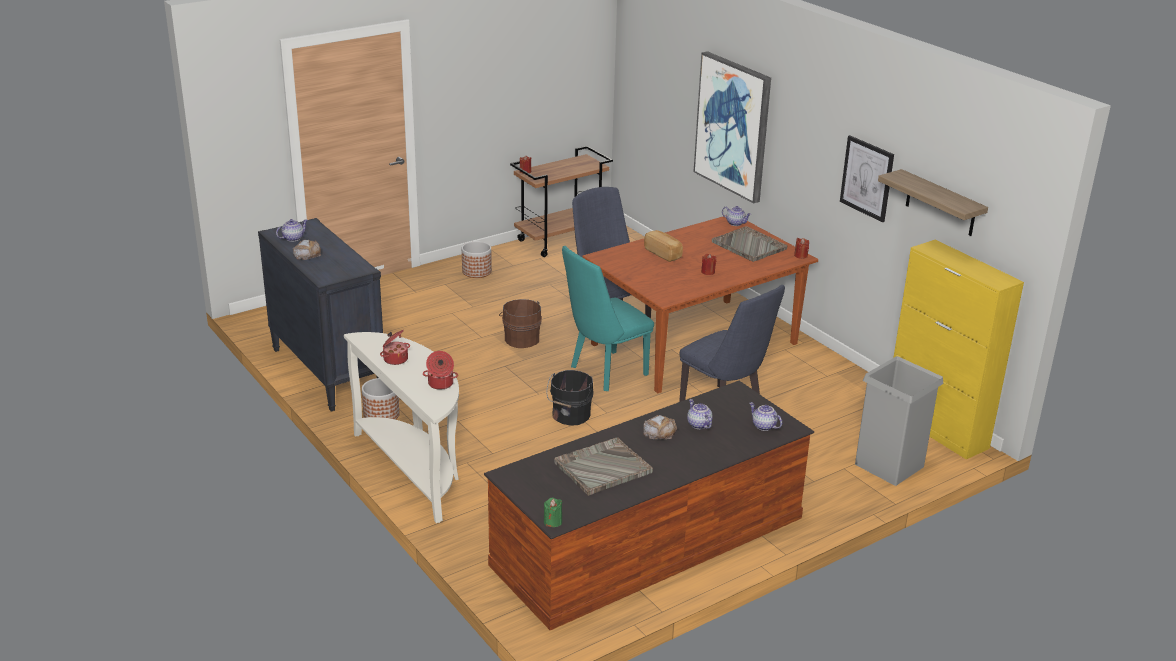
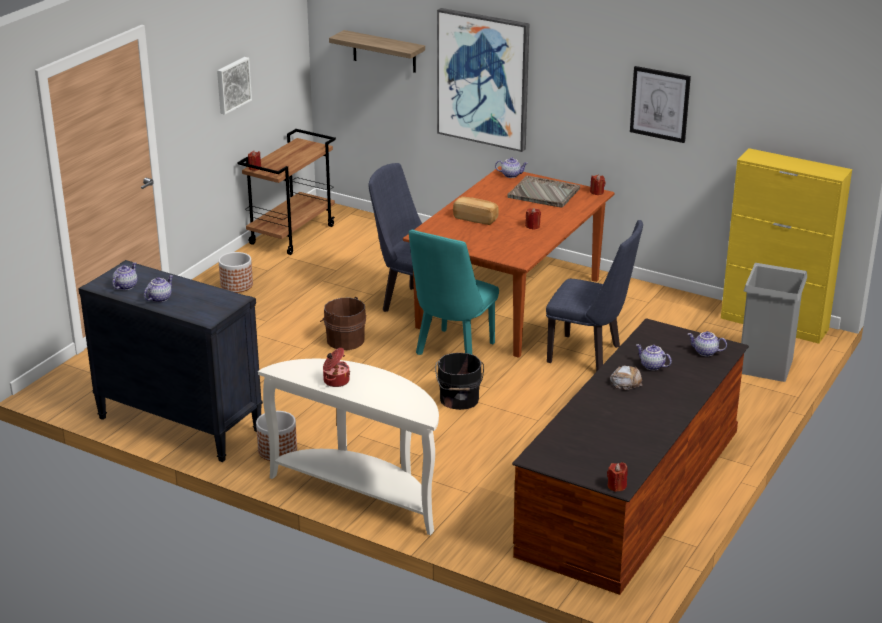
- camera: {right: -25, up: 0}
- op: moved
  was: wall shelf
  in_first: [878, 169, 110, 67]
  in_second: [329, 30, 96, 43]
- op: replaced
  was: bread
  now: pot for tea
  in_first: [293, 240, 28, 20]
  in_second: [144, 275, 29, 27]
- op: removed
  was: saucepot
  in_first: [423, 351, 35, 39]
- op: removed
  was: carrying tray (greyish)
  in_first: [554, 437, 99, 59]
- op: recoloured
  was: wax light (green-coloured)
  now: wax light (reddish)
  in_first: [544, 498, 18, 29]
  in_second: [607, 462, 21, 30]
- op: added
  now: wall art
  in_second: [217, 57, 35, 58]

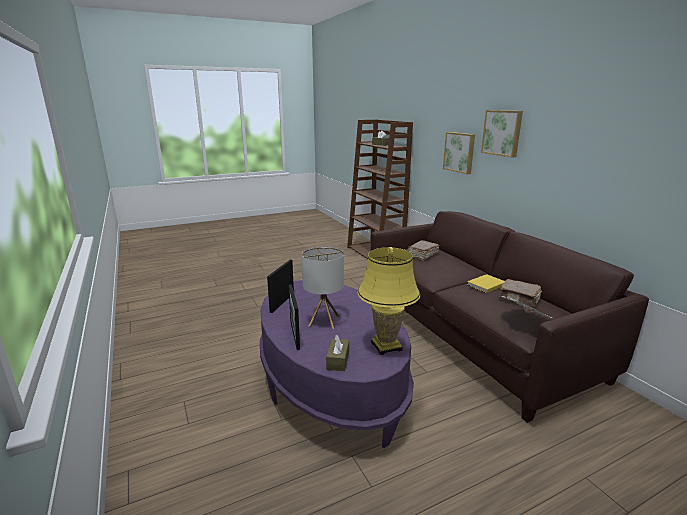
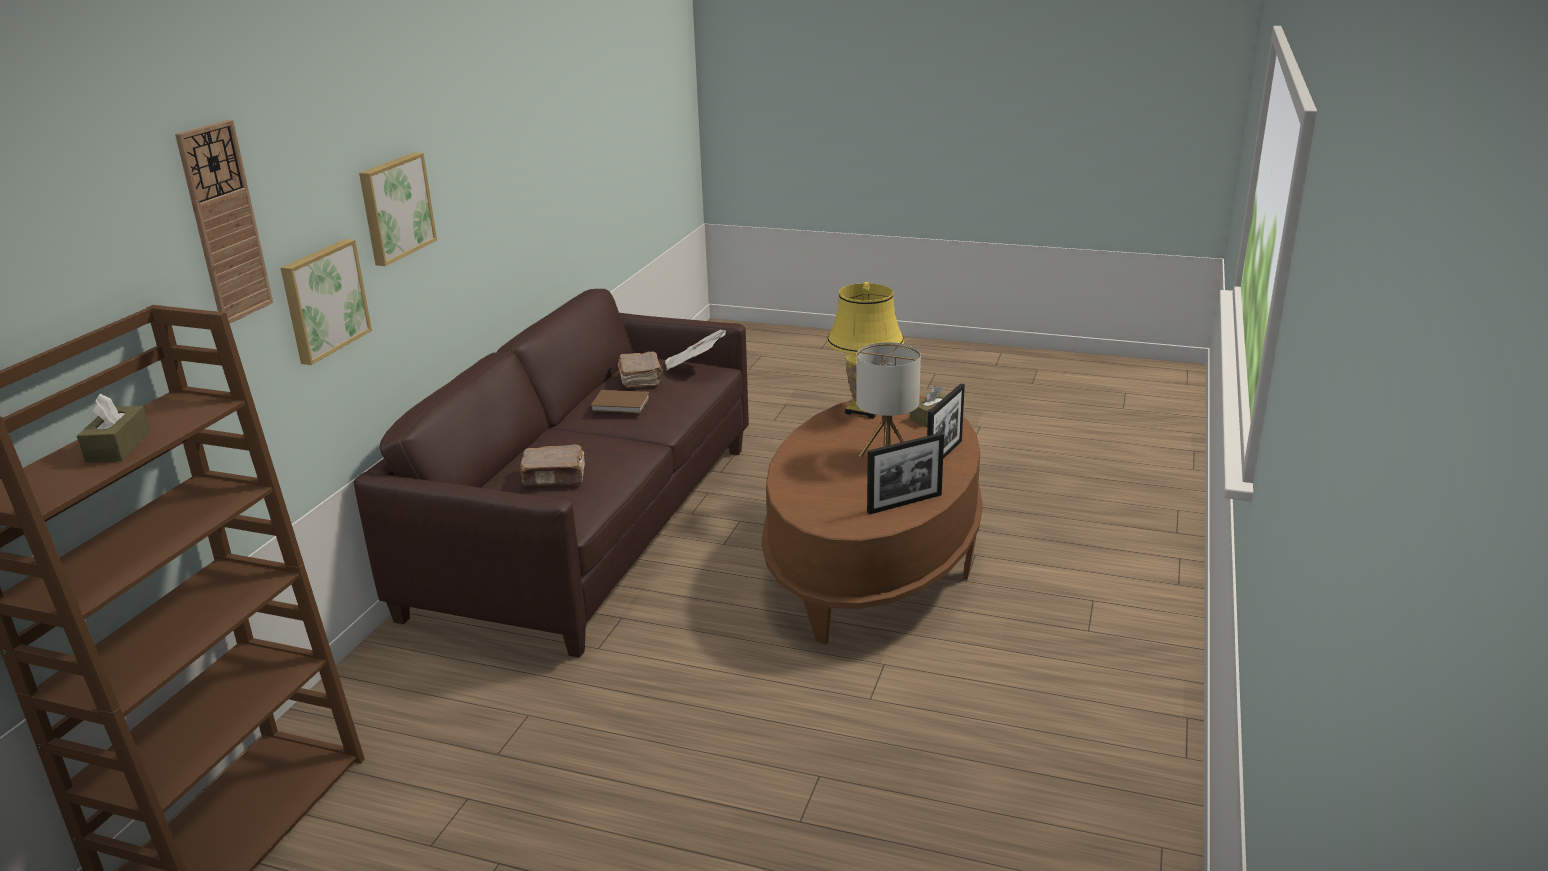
- camera: {right: -135, up: 5}
- op: recoloured
  was: book (yellow)
  now: book (brownish)
  in_first: [467, 274, 38, 19]
  in_second: [591, 390, 59, 23]
- op: recoloured
  was: low table (purplish)
  now: low table (brownish)
  in_first: [260, 280, 154, 168]
  in_second: [762, 396, 221, 249]
- op: added
  now: wall clock
  in_second: [175, 120, 98, 204]

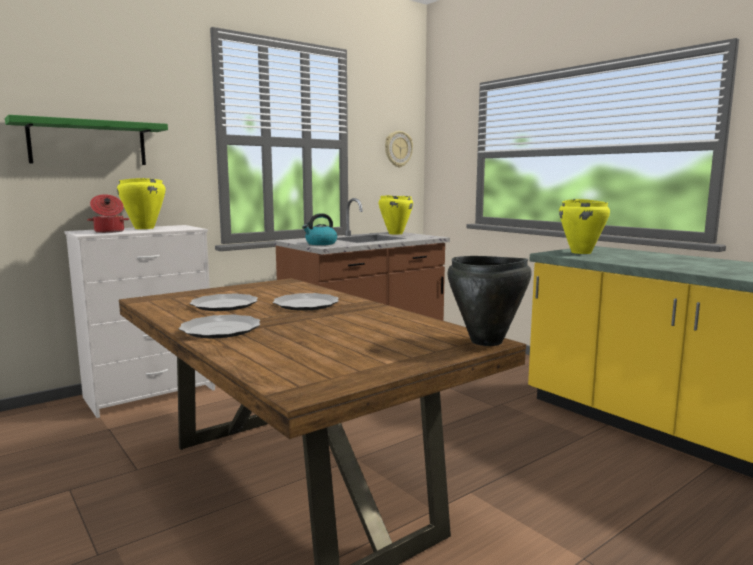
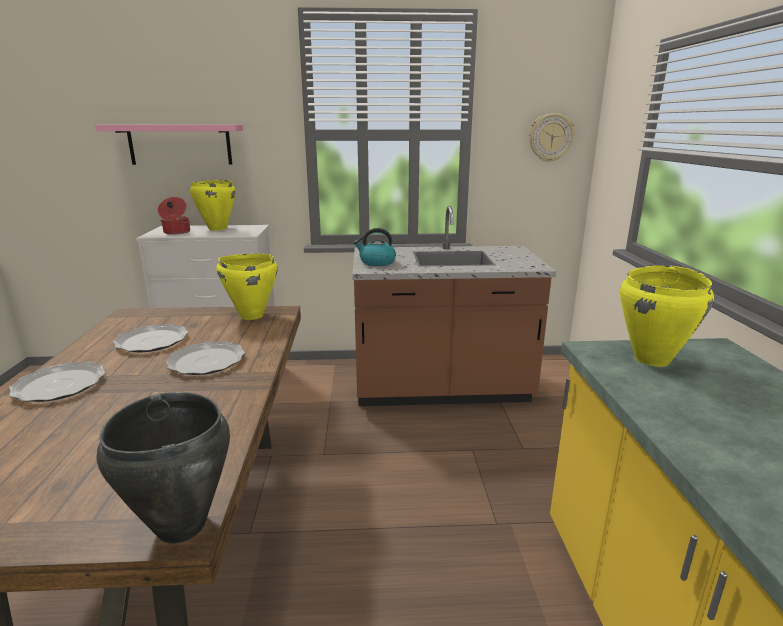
- camera: {right: 35, up: 10}
- op: recoloured
  was: wall shelf (green-coloured)
  now: wall shelf (pink)
  in_first: [5, 115, 163, 50]
  in_second: [95, 125, 148, 40]
- op: moved
  was: saucepot (yellow)
  in_first: [379, 195, 34, 39]
  in_second: [216, 254, 62, 66]

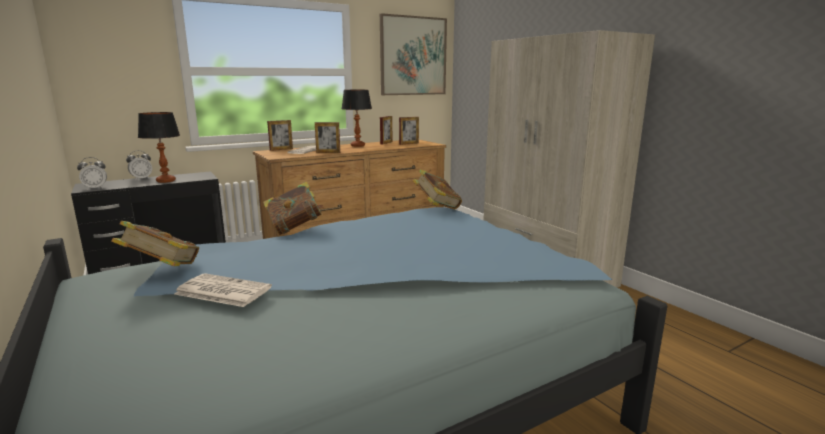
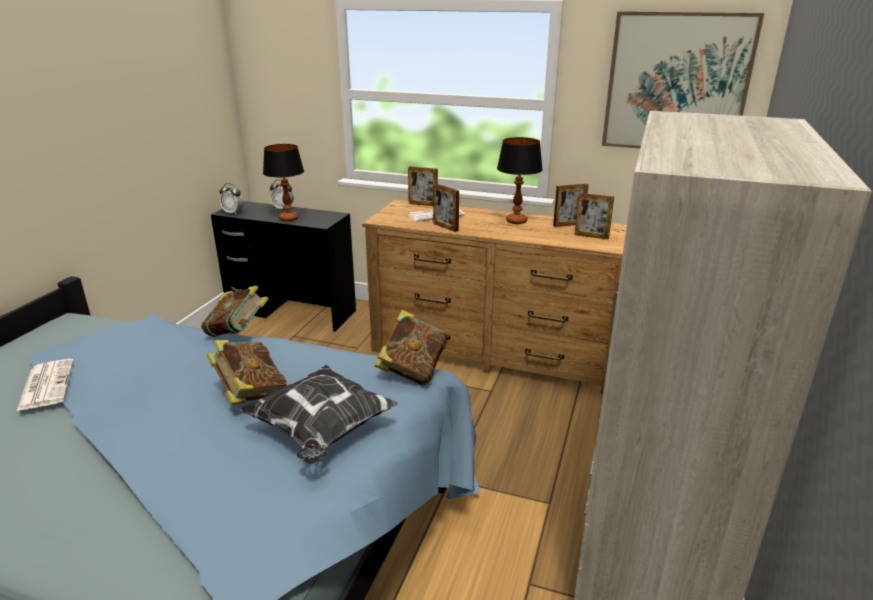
- camera: {right: 50, up: 10}
- op: moved
  was: book
  in_first: [111, 221, 88, 45]
  in_second: [206, 340, 81, 65]
- op: added
  now: throw pillow
  in_second: [240, 365, 158, 99]

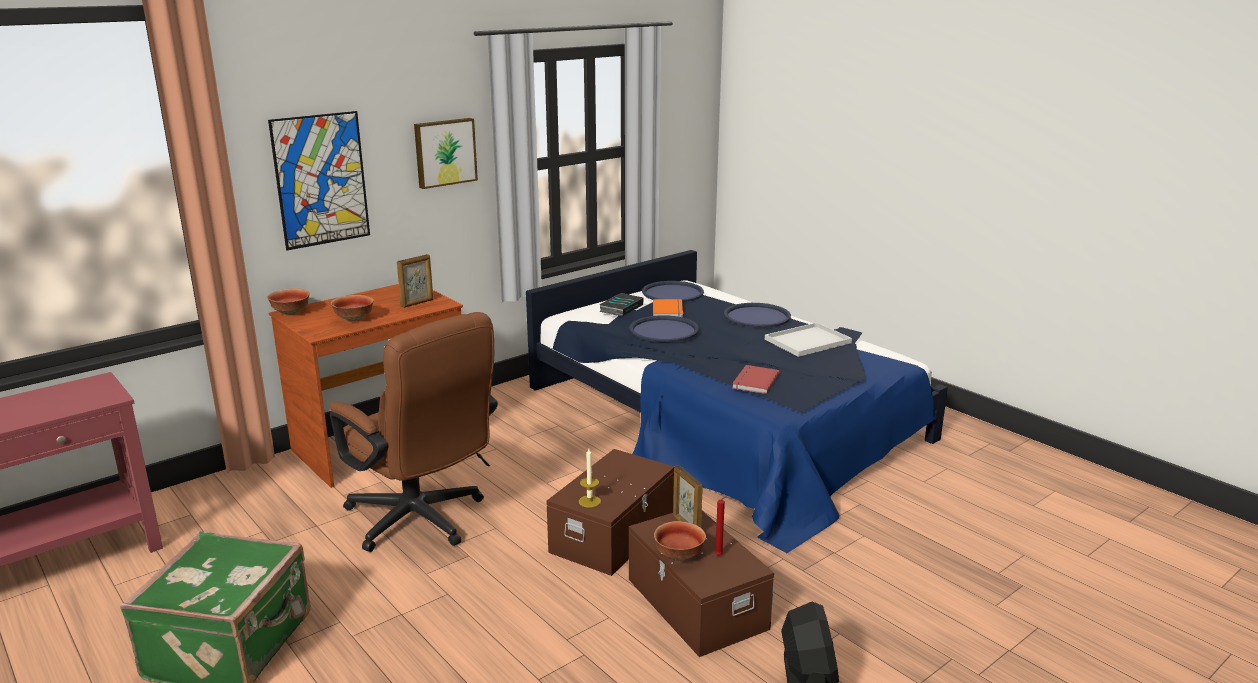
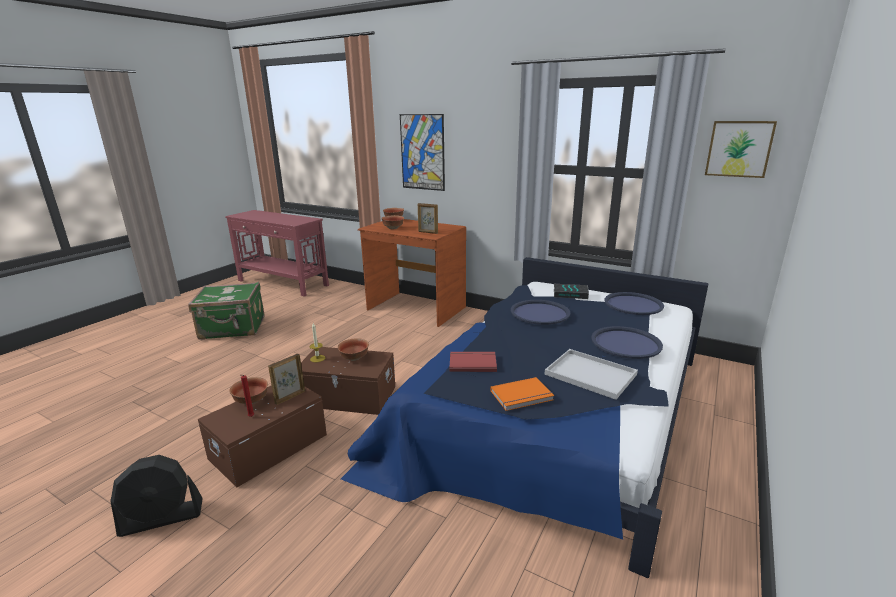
- camera: {right: 70, up: 0}
- op: moved
  was: wall art
  in_first: [414, 118, 64, 71]
  in_second: [705, 121, 72, 57]
- op: moved
  was: book (orange)
  in_first: [653, 299, 30, 19]
  in_second: [490, 377, 64, 34]
- op: removed
  was: computer chair (brownish)
  in_first: [330, 312, 168, 240]
- op: added
  now: deep dish
  in_second: [338, 338, 31, 23]

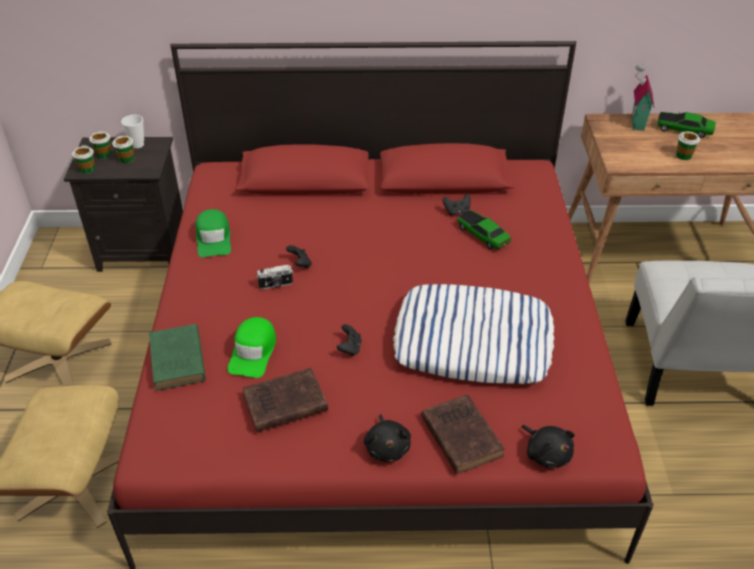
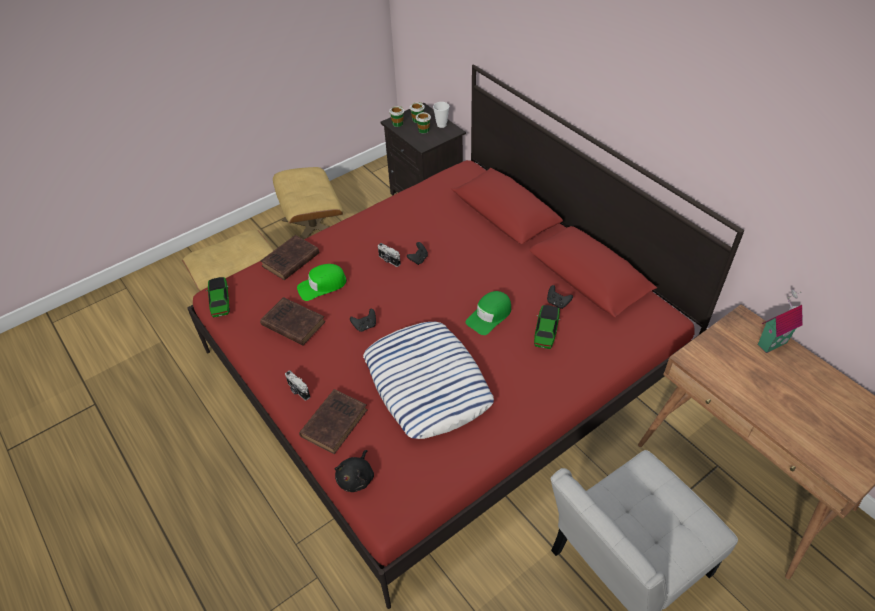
- camera: {right: 55, up: 5}
- op: moved
  was: toy car
  in_first: [658, 112, 58, 26]
  in_second: [206, 277, 24, 40]
- op: removed
  was: small cup
  in_first: [676, 131, 24, 29]
- op: moved
  was: baseball cap (green-coloured)
  in_first: [195, 209, 36, 48]
  in_second: [465, 291, 46, 44]
- op: recoloured
  was: book (green-coloured)
  now: book (brownish)
  in_first: [149, 324, 57, 66]
  in_second: [261, 235, 59, 45]
- op: replaced
  was: plush toy (black)
  now: still camera
  in_first: [364, 414, 47, 48]
  in_second: [285, 370, 25, 30]

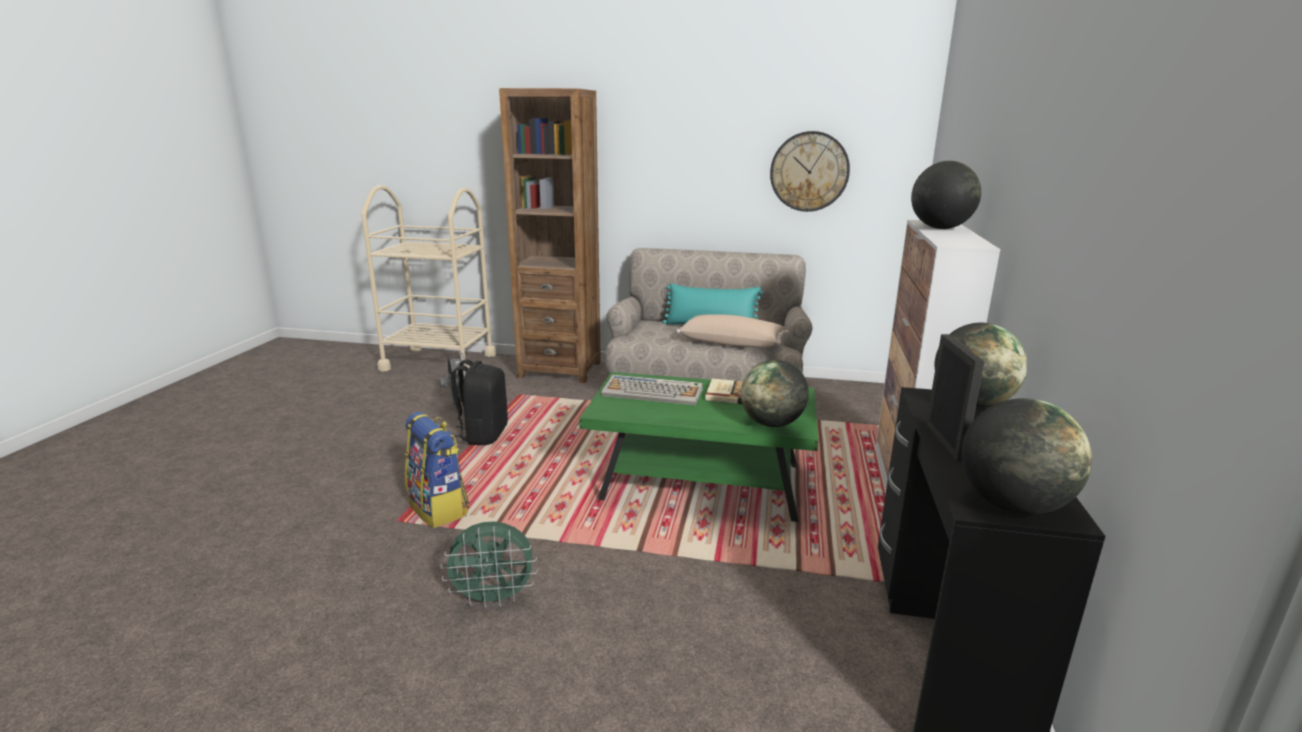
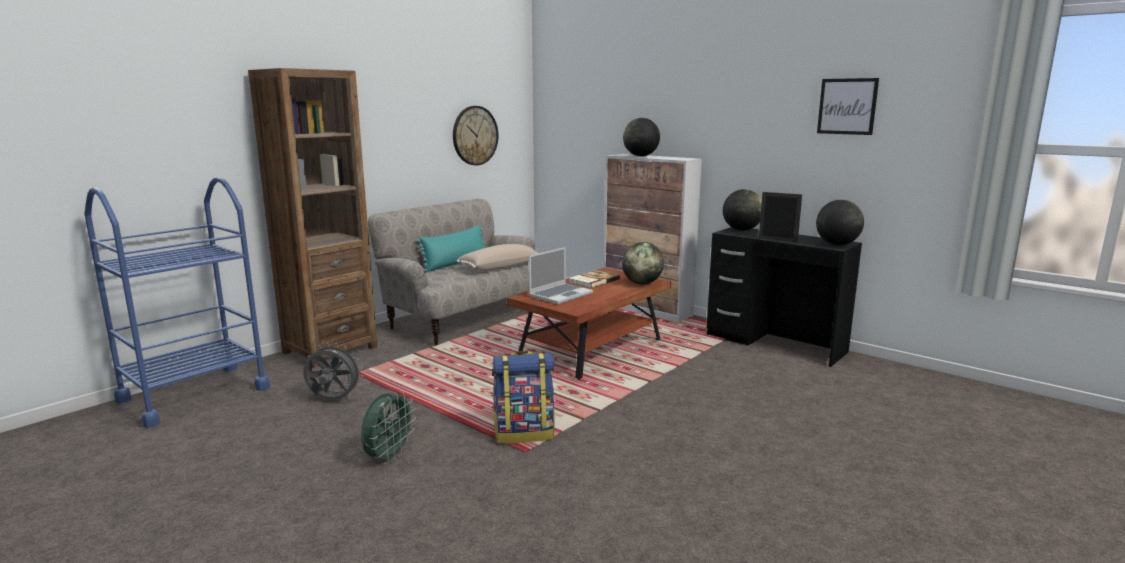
- camera: {right: -60, up: -5}
- op: recoloured
  was: wheeled cart (beige-coloured)
  now: wheeled cart (bluish)
  in_first: [361, 185, 135, 191]
  in_second: [84, 177, 186, 251]
- op: removed
  was: backpack (black)
  in_first: [451, 359, 57, 86]
- op: recoloured
  was: low table (green-coloured)
  now: low table (brownish)
  in_first: [579, 372, 240, 150]
  in_second: [507, 268, 164, 111]
- op: replaced
  was: keyboard
  now: notebook computer
  in_first: [601, 375, 102, 30]
  in_second: [529, 247, 64, 57]
- op: moved
  was: cooling fan (green-coloured)
  in_first: [440, 521, 98, 88]
  in_second: [361, 391, 55, 73]
- op: added
  now: wall art
  in_second: [817, 78, 62, 57]

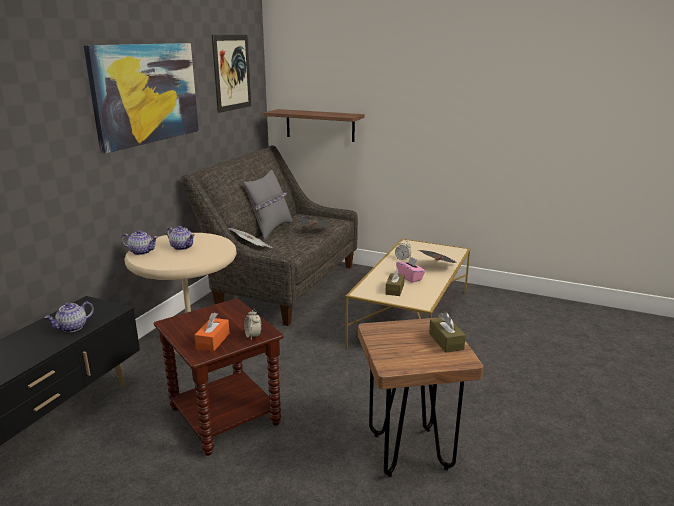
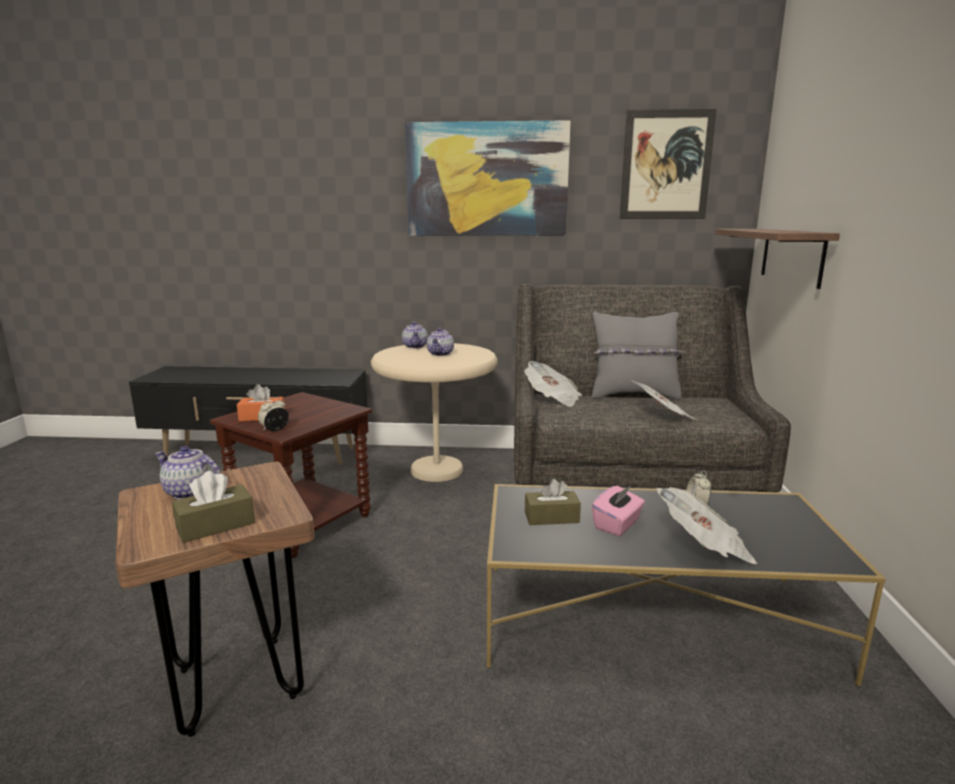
- camera: {right: 70, up: -5}
- op: recoloured
  was: low table (beige-coloured)
  now: low table (black)
  in_first: [345, 239, 125, 109]
  in_second: [487, 484, 399, 202]
- op: moved
  was: pot for tea
  in_first: [44, 301, 50, 31]
  in_second: [155, 446, 66, 53]

